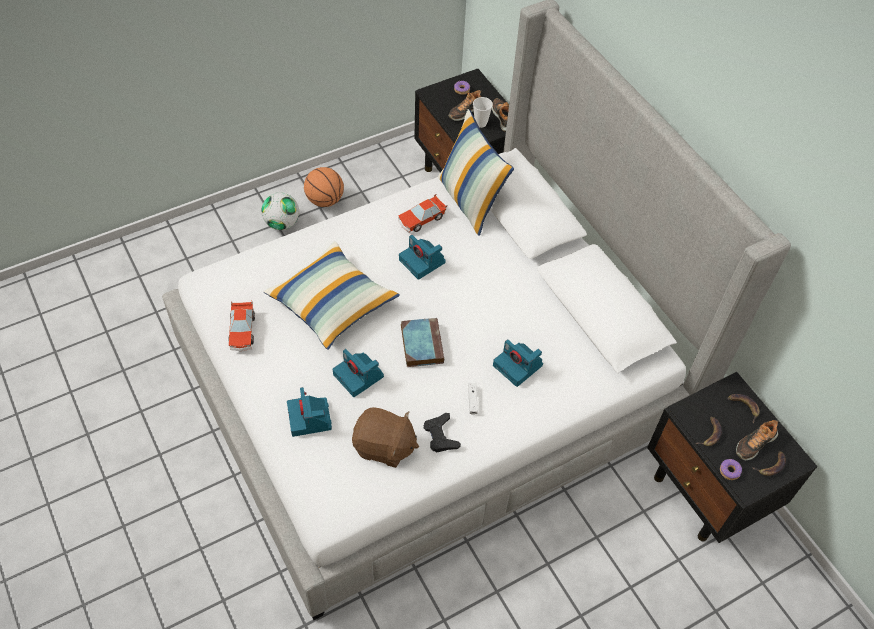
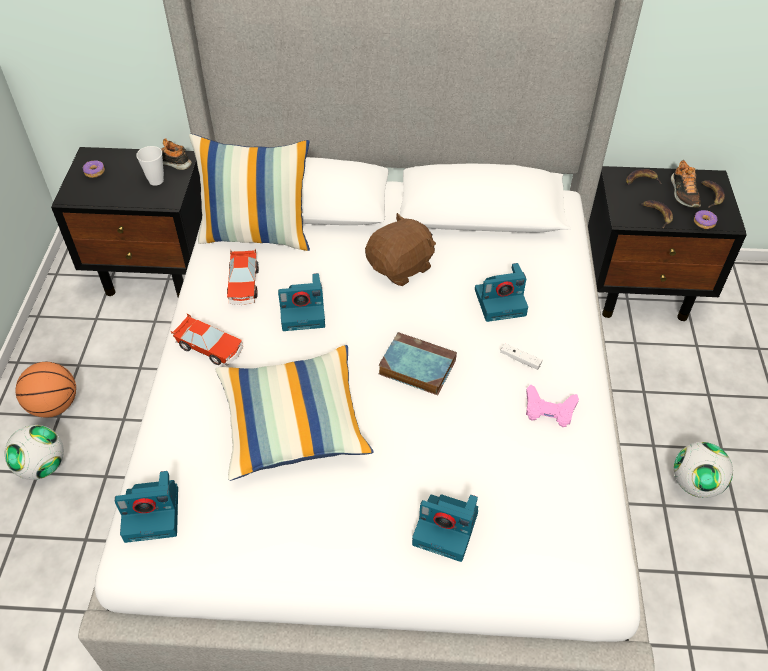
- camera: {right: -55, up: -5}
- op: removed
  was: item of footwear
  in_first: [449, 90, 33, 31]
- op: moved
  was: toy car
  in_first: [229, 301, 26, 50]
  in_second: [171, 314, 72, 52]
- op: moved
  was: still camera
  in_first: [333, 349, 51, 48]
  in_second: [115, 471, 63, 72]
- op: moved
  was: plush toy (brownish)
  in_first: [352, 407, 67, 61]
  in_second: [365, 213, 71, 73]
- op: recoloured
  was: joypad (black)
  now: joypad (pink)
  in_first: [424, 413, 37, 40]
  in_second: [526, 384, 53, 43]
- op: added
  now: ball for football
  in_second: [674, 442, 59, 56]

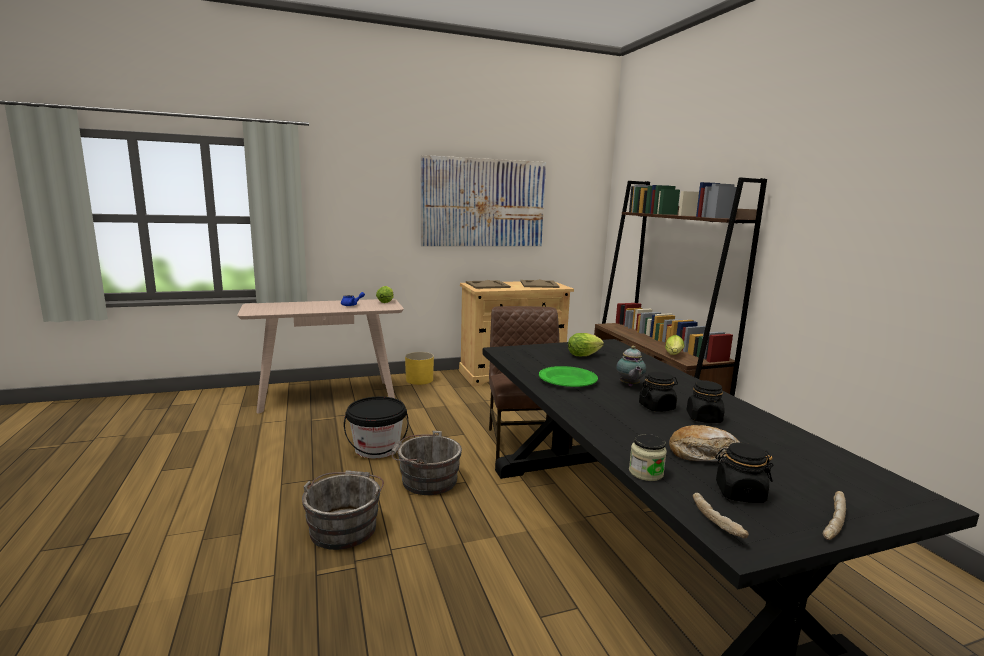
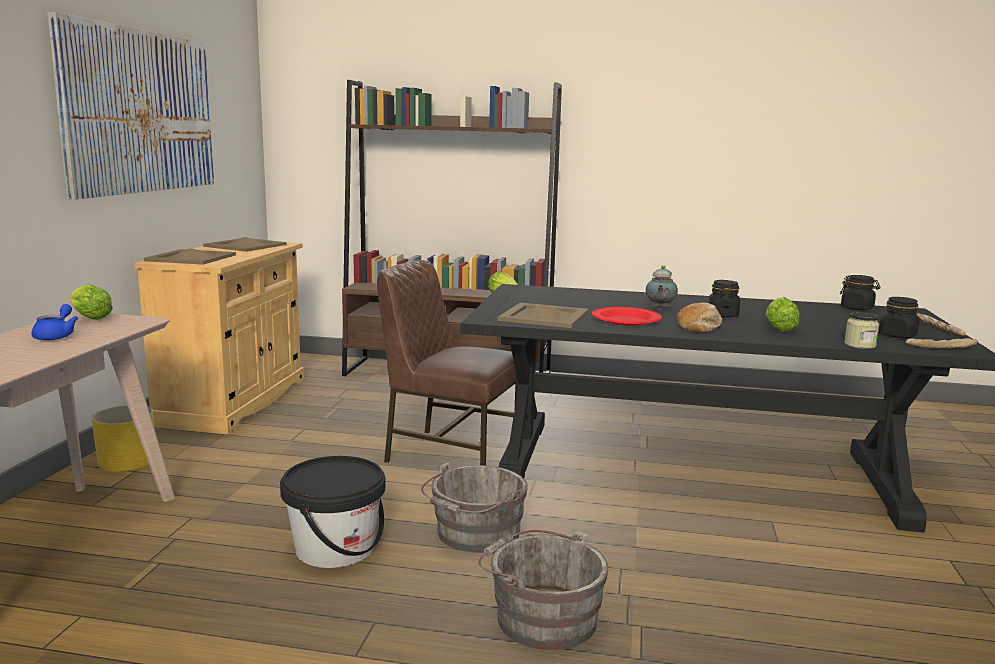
- camera: {right: -60, up: 0}
- op: moved
  was: lettuce head
  in_first: [568, 333, 36, 23]
  in_second: [766, 297, 34, 35]
- op: turned
  was: pot for tea
  in_first: [616, 346, 30, 40]
  in_second: [646, 265, 32, 45]
  clockwise: 75
- op: recoloured
  was: flat dish (green-coloured)
  now: flat dish (reddish)
  in_first: [539, 366, 59, 21]
  in_second: [592, 307, 70, 18]
- op: moved
  was: storage jar (black)
  in_first: [687, 380, 38, 43]
  in_second: [840, 275, 41, 35]
- op: moved
  was: bread
  in_first: [669, 425, 70, 37]
  in_second: [677, 303, 45, 30]
- op: added
  now: carrying tray (beige-coloured)
  in_second: [497, 303, 92, 25]

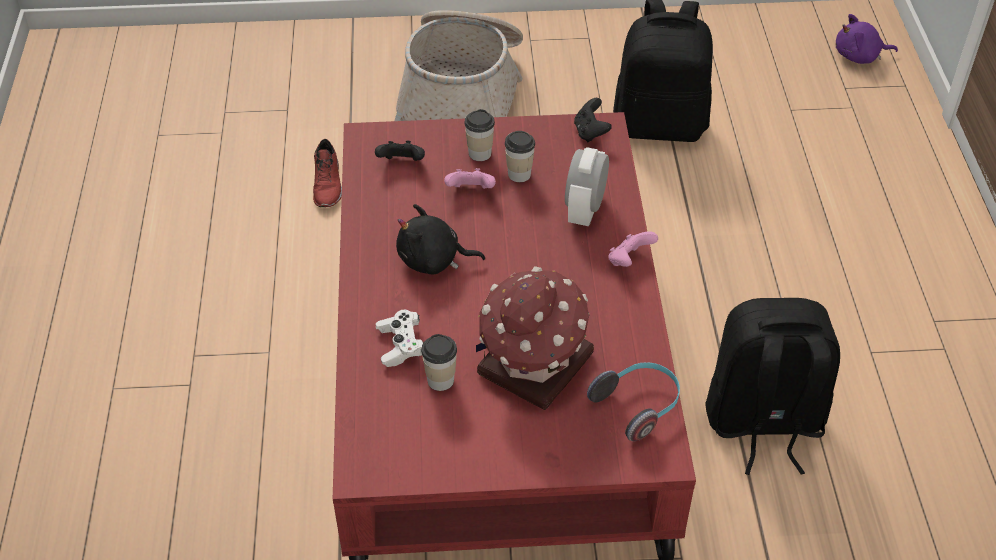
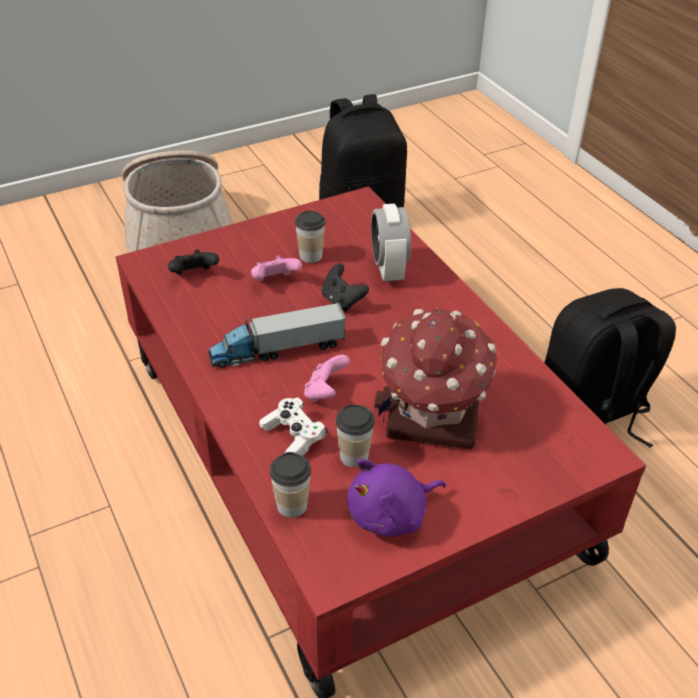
- camera: {right: -25, up: -5}
- op: moved
  was: plush toy (purplish)
  in_first: [836, 14, 62, 50]
  in_second: [347, 459, 99, 78]
- op: moved
  was: joypad (black)
  in_first: [574, 98, 38, 44]
  in_second: [322, 264, 47, 48]
- op: moved
  was: small cup
  in_first: [464, 109, 31, 52]
  in_second: [270, 452, 41, 66]
- op: removed
  was: item of footwear (reddish)
  in_first: [313, 139, 29, 68]
- op: replaced
  was: plush toy (black)
  now: toy truck
  in_first: [396, 204, 89, 70]
  in_second: [208, 303, 138, 65]
- op: moved
  was: joypad (pink)
  in_first: [608, 231, 50, 36]
  in_second: [304, 355, 46, 47]
- op: removed
  was: headset
  in_first: [587, 362, 93, 79]

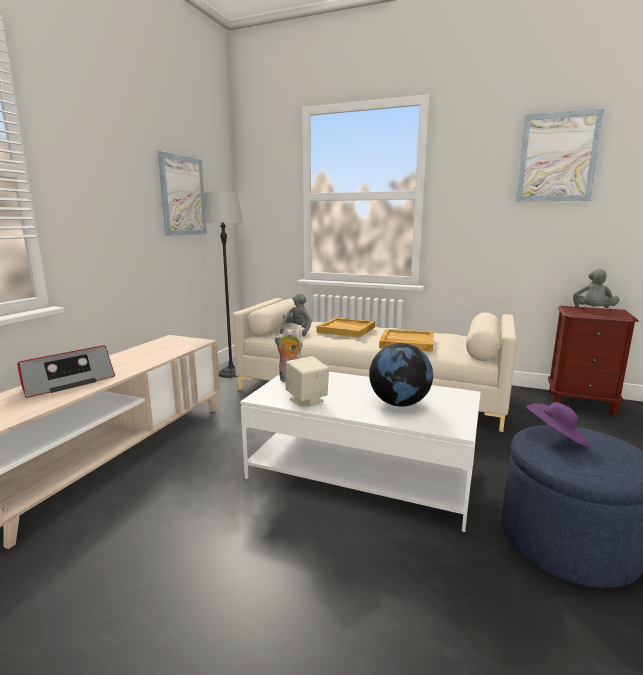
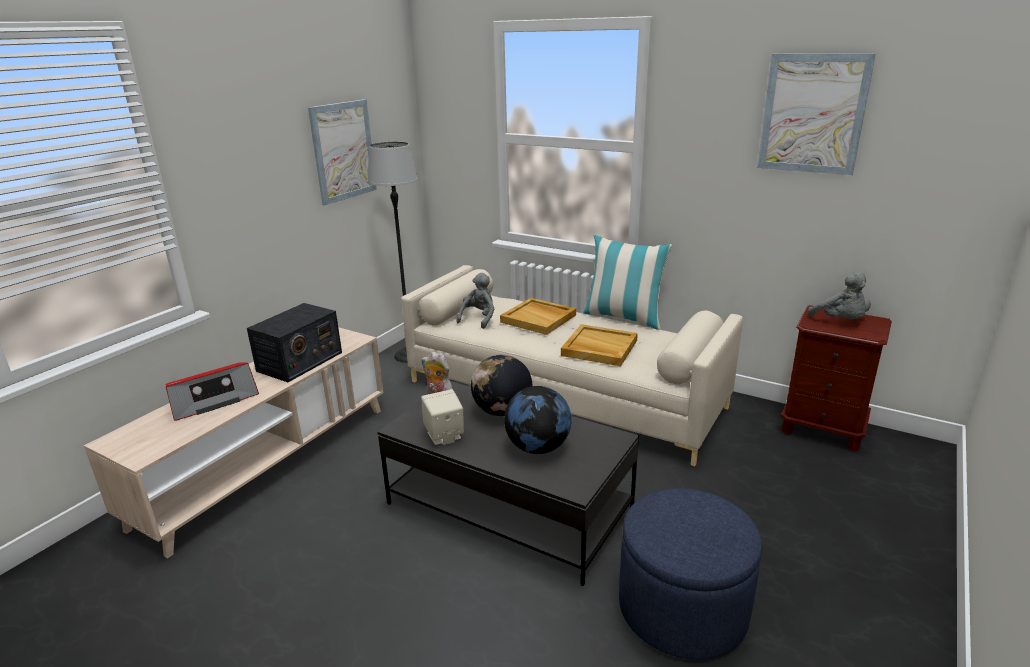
- camera: {right: 10, up: 10}
- op: turned
  was: plush toy (greyish)
  in_first: [573, 269, 46, 39]
  in_second: [808, 272, 63, 47]
  clockwise: -60
- op: recoloured
  was: low table (white)
  now: low table (black)
  in_first: [240, 372, 241, 160]
  in_second: [377, 381, 262, 205]
- op: removed
  was: clothing hat (purplish)
  in_first: [526, 402, 64, 45]
- op: added
  now: throw pillow
  in_second: [583, 235, 89, 95]
- op: added
  now: radio receiver
  in_second: [247, 303, 95, 79]
- op: added
  now: globe
  in_second: [471, 355, 61, 61]

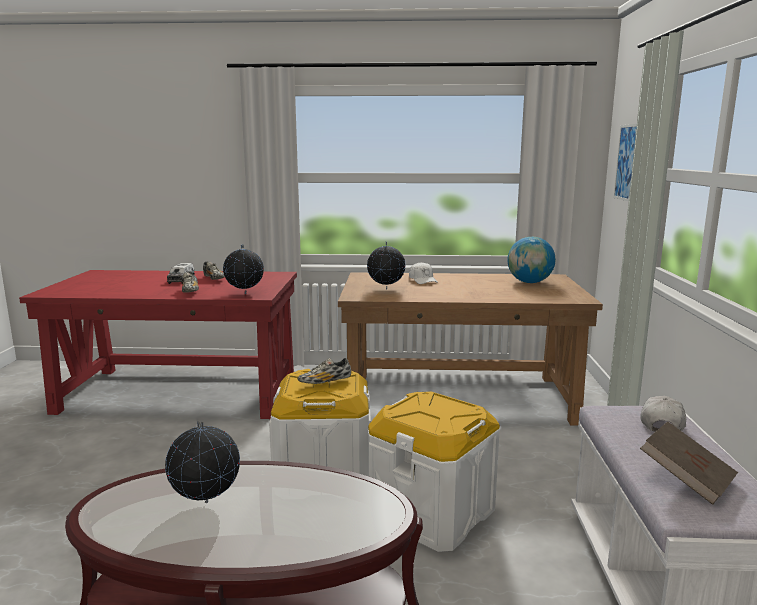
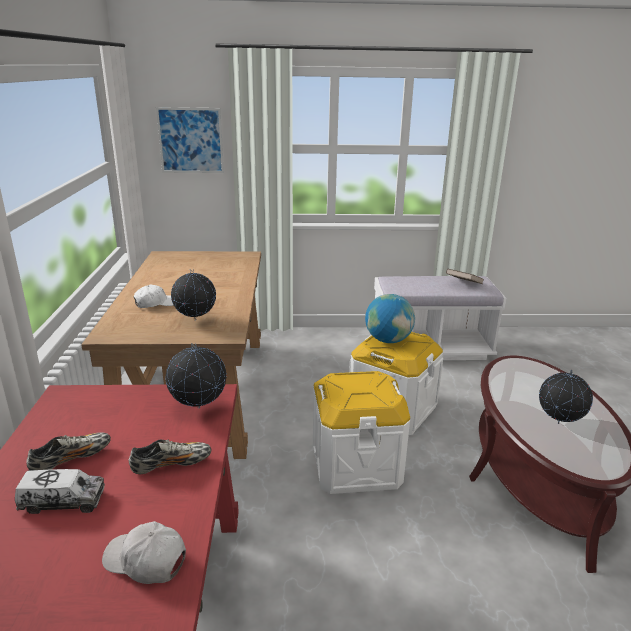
- camera: {right: -95, up: 10}
- op: moved
  was: globe
  in_first: [508, 237, 48, 46]
  in_second: [365, 294, 50, 49]
- op: removed
  was: item of footwear
  in_first: [297, 358, 54, 26]
- op: moved
  was: baseball cap (white)
  in_first: [640, 396, 46, 36]
  in_second: [102, 521, 84, 63]

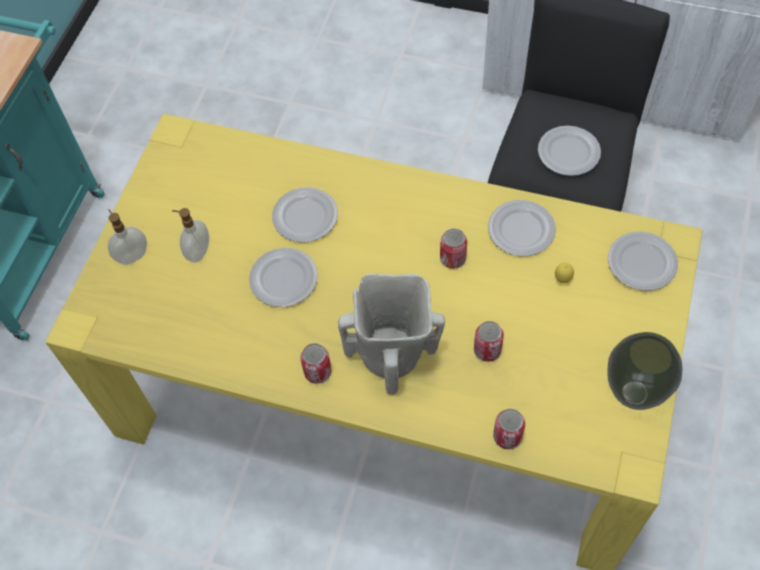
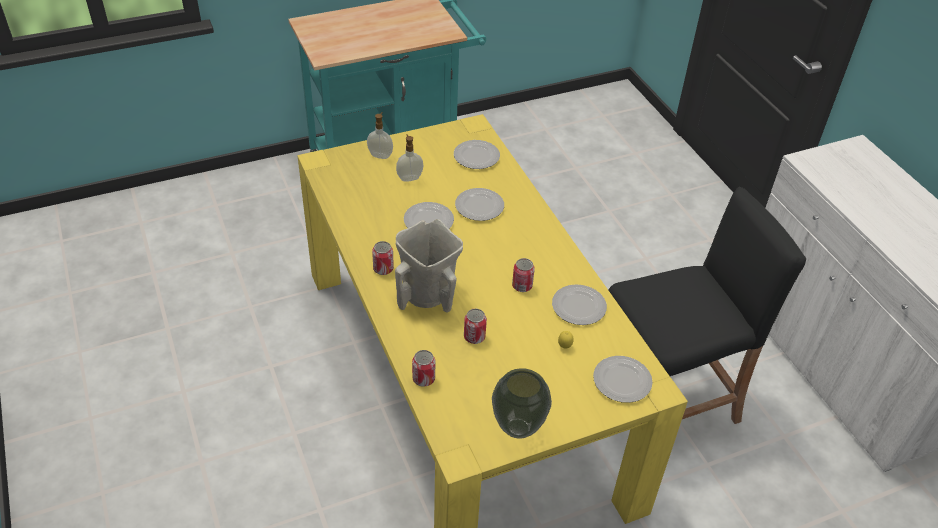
- camera: {right: 45, up: -15}
- op: moved
  was: flat dish
  in_first: [538, 126, 63, 50]
  in_second: [454, 140, 46, 29]

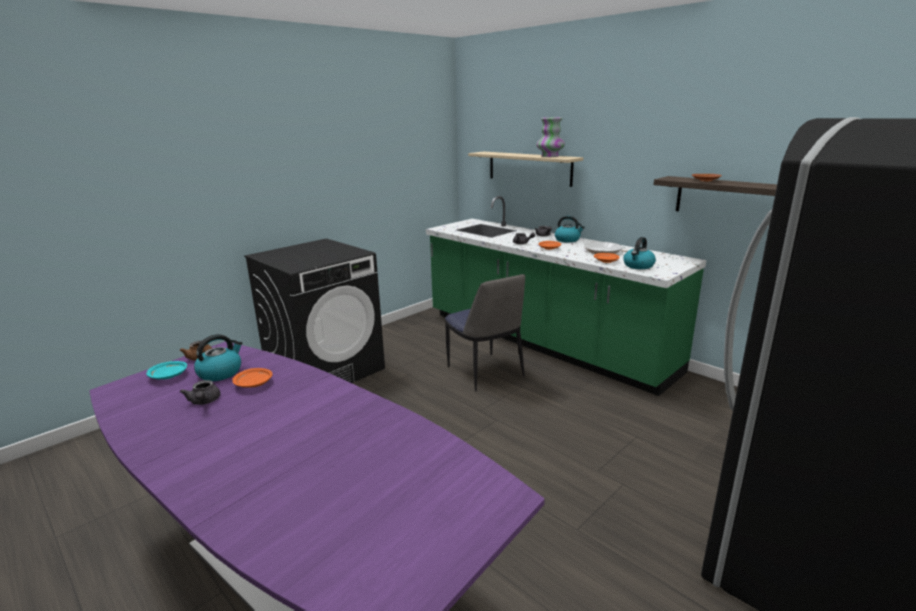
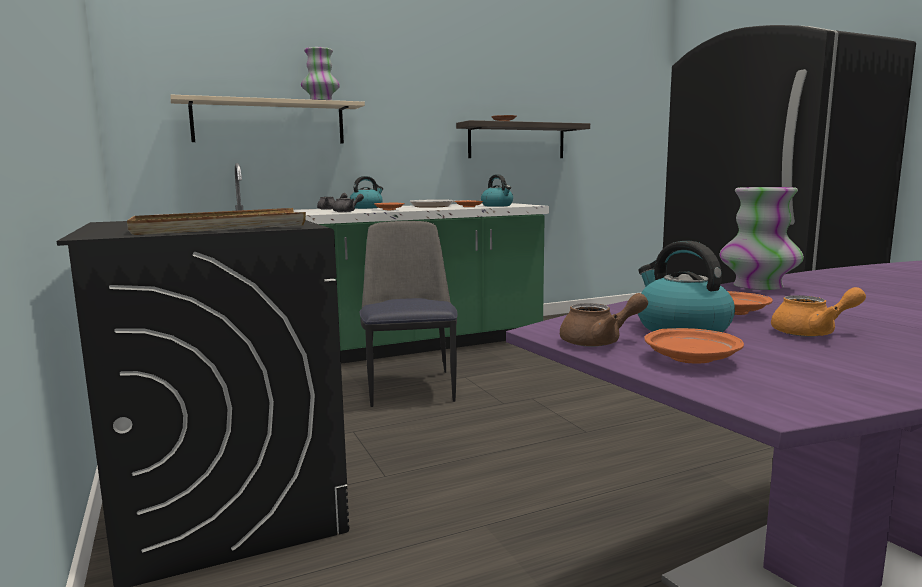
- camera: {right: -70, up: -10}
- op: turned
  was: plain chair
  in_first: [445, 274, 80, 117]
  in_second: [360, 221, 97, 186]
  clockwise: -90
- op: recoloured
  was: flat dish (blue-green)
  now: flat dish (orange)
  in_first: [146, 361, 41, 18]
  in_second: [644, 328, 100, 35]
- op: recoloured
  was: pot for tea (greyish)
  now: pot for tea (orange)
  in_first: [180, 380, 40, 25]
  in_second: [771, 287, 95, 50]
- op: added
  now: decorative vase
  in_second: [720, 187, 84, 103]
- op: added
  now: carrying tray (beige-coloured)
  in_second: [127, 208, 179, 27]

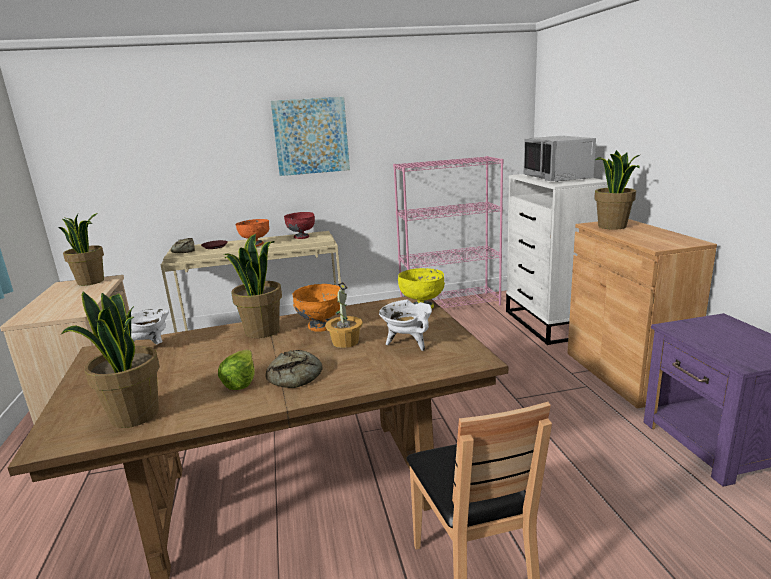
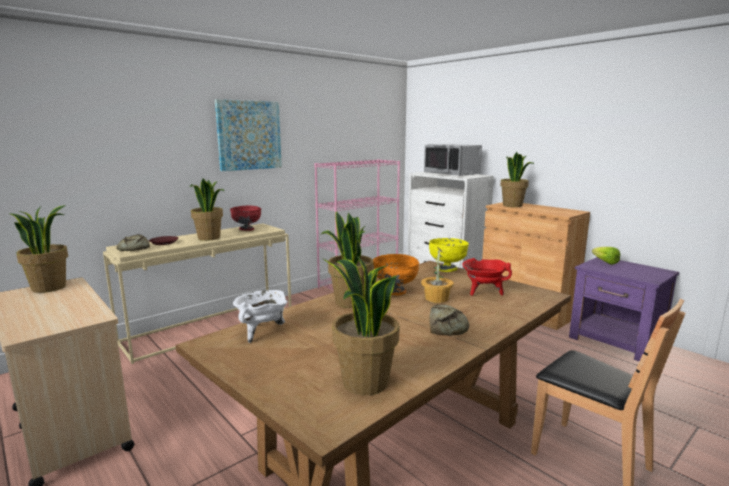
- camera: {right: -30, up: -5}
- op: replaced
  was: deep dish (orange)
  now: plant in a pot
  in_first: [236, 219, 33, 27]
  in_second: [190, 179, 34, 62]
- op: recoloured
  was: saucepot (white)
  now: saucepot (reddish)
  in_first: [379, 299, 53, 52]
  in_second: [462, 258, 50, 38]
- op: moved
  was: lettuce head
  in_first: [218, 349, 37, 41]
  in_second: [592, 247, 28, 18]

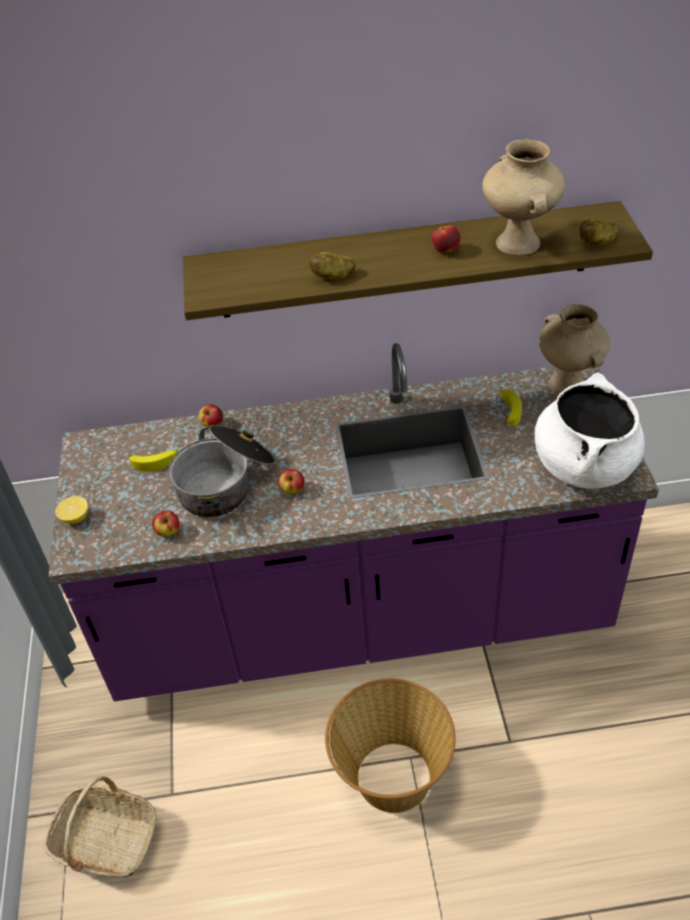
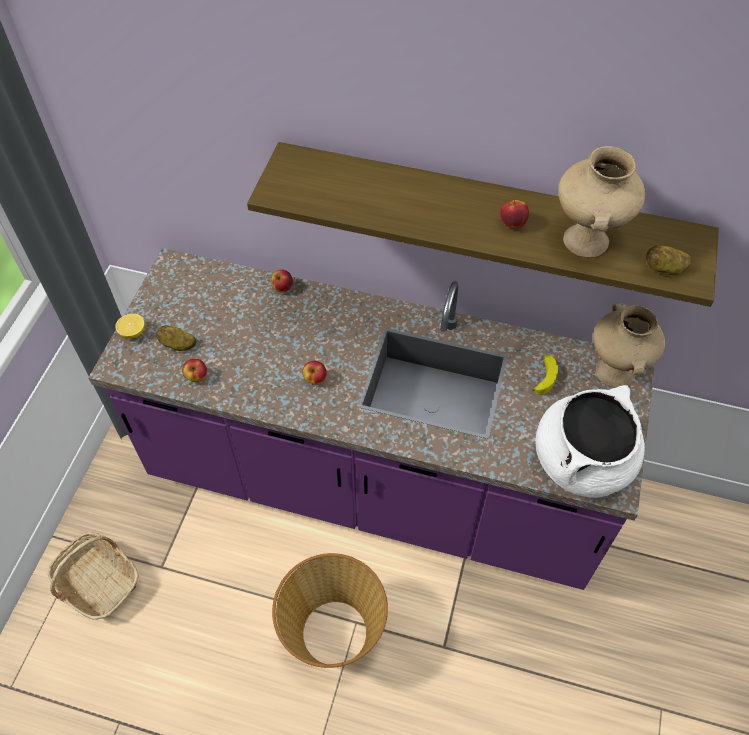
- camera: {right: 20, up: 10}
- op: moved
  was: spud
  in_first: [309, 252, 46, 28]
  in_second: [156, 325, 40, 26]
- op: removed
  was: saucepot
  in_first: [169, 425, 106, 92]
- op: removed
  was: banana
  in_first: [128, 449, 50, 22]

